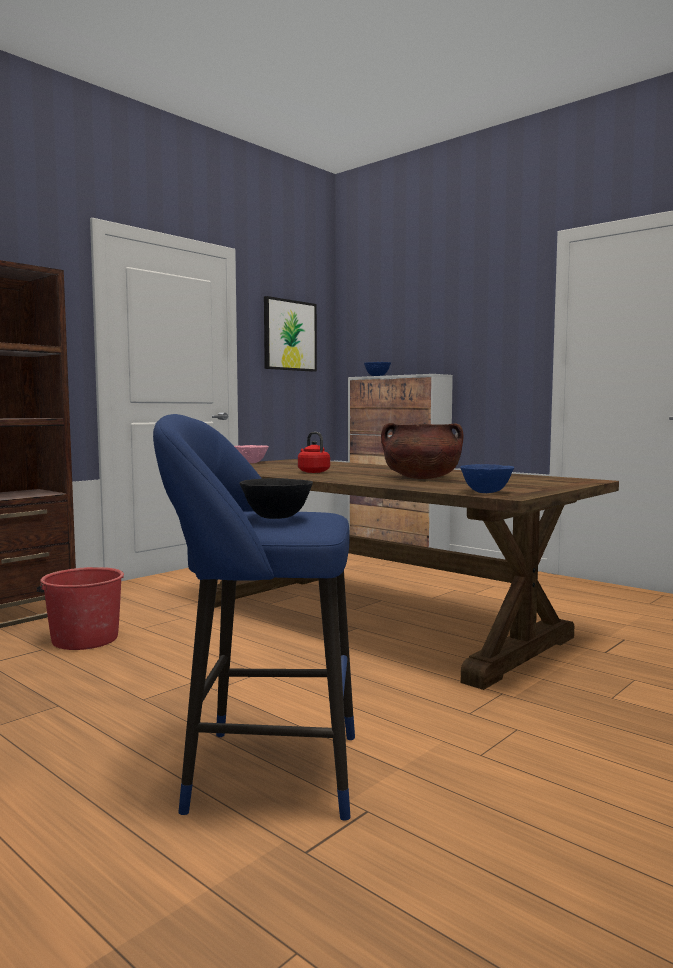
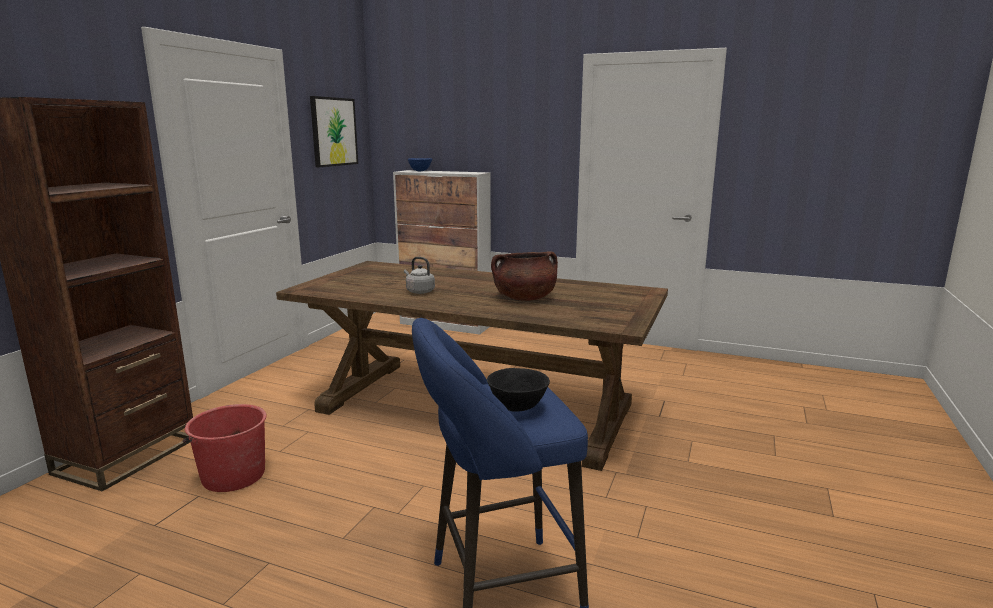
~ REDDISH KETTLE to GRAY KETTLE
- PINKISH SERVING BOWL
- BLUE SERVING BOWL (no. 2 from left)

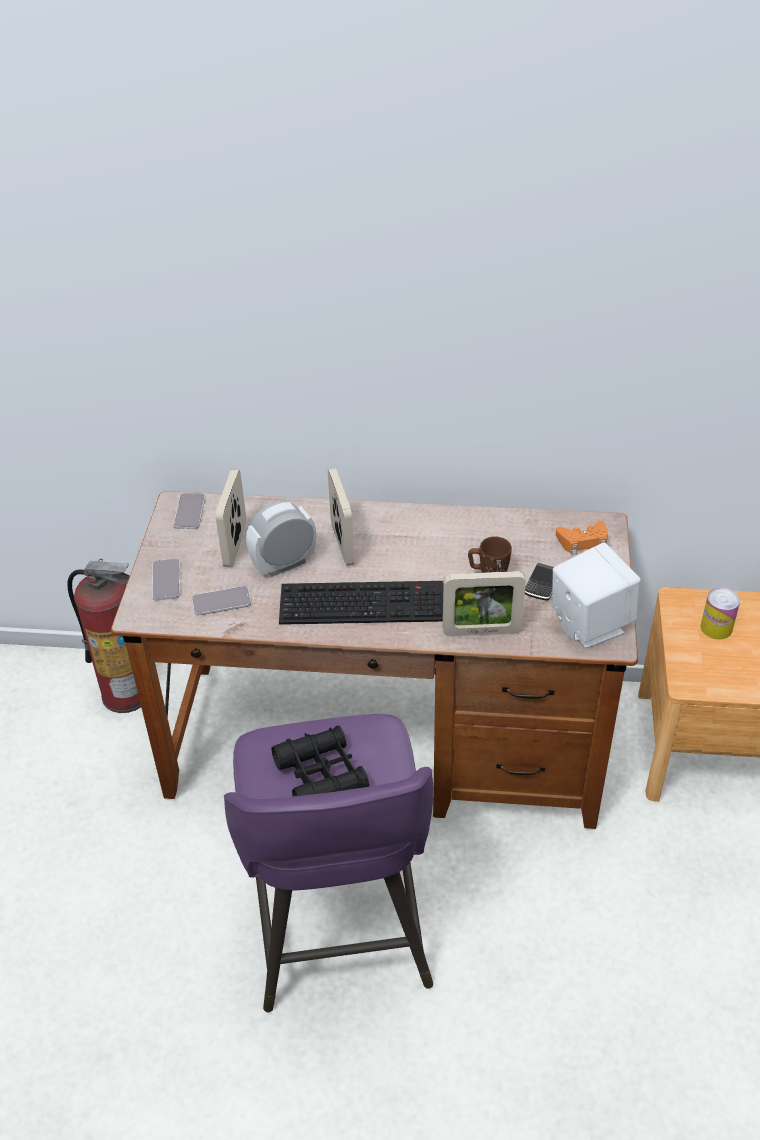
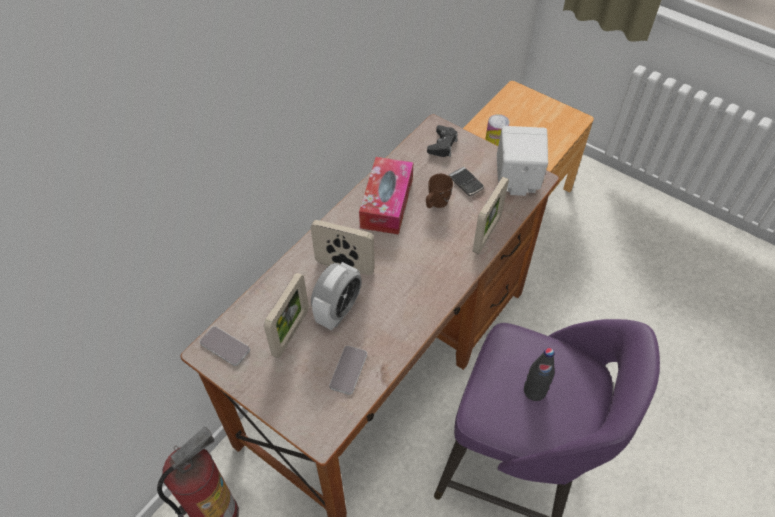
~ PICTURE FRAME (no. 1 from left) 105 degrees counterclockwise
~ TABLE CLOCK 150 degrees counterclockwise
+ TISSUE HOLDER
~ ORANGE-COLOURED GAME CONTROLLER to BLACK GAME CONTROLLER
~ BLACK BINOCULARS to BLACK BEVERAGE BOTTLE
- PHONE (no. 1 from left)
- PC KEYBOARD

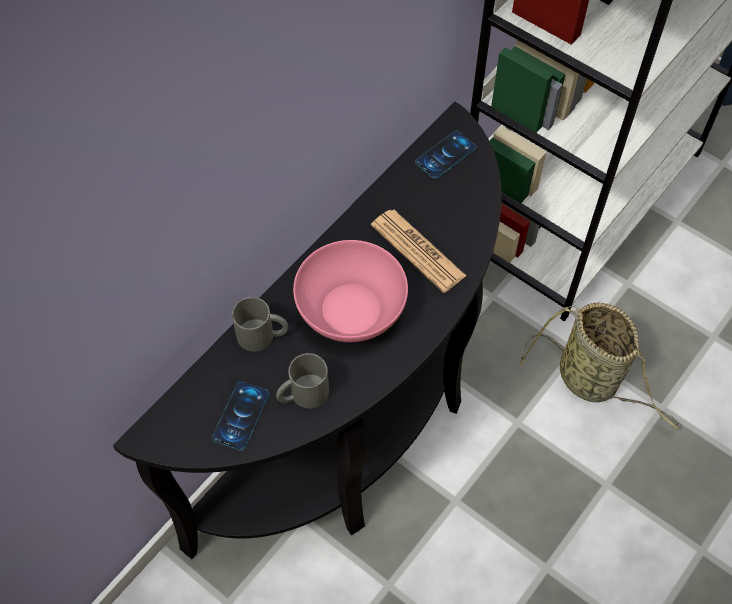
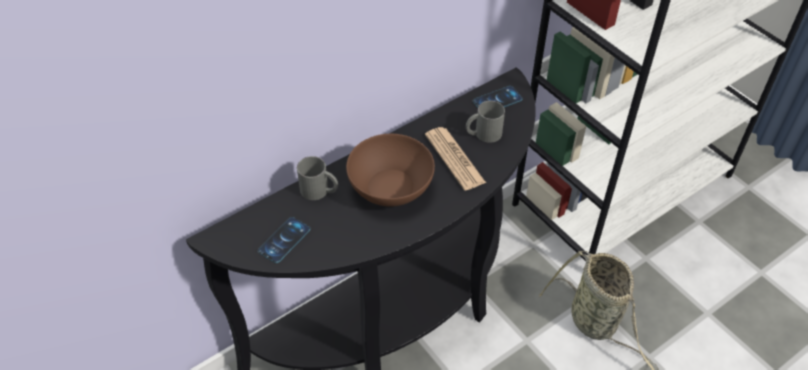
~ PINKISH SERVING BOWL to BROWNISH SERVING BOWL
~ GRAY TEA MUG (no. 2 from left)

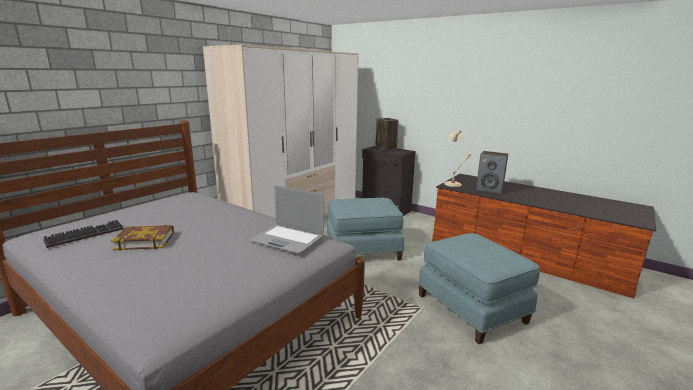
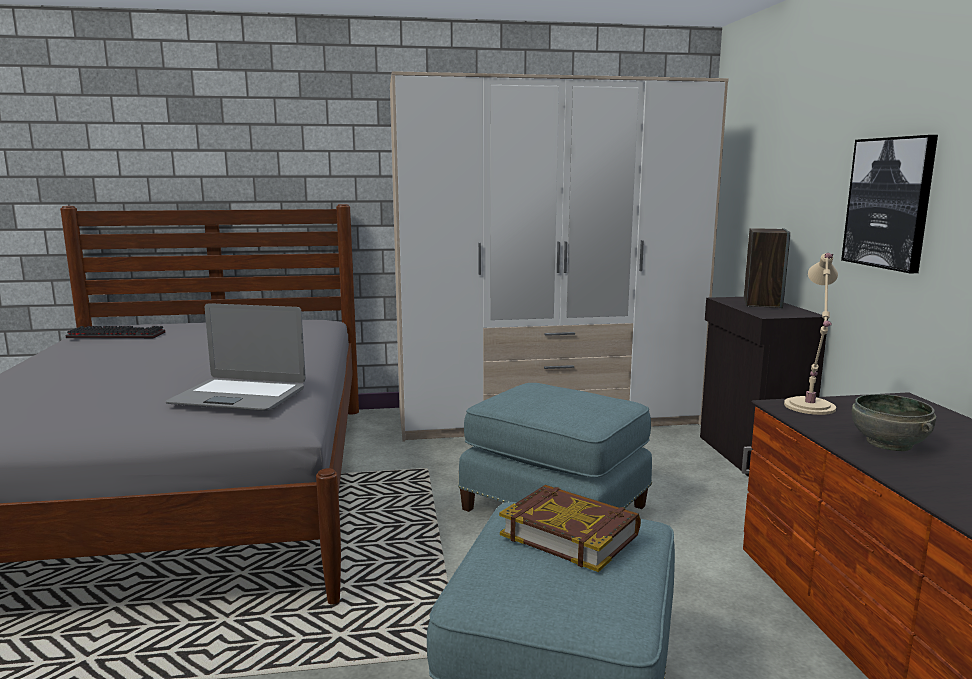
~ NOTEBOOK COMPUTER 60 degrees counterclockwise
~ BOOK
+ WALL PICTURE
~ LOUDSPEAKER (no. 2 from left) to GRAY SERVING BOWL

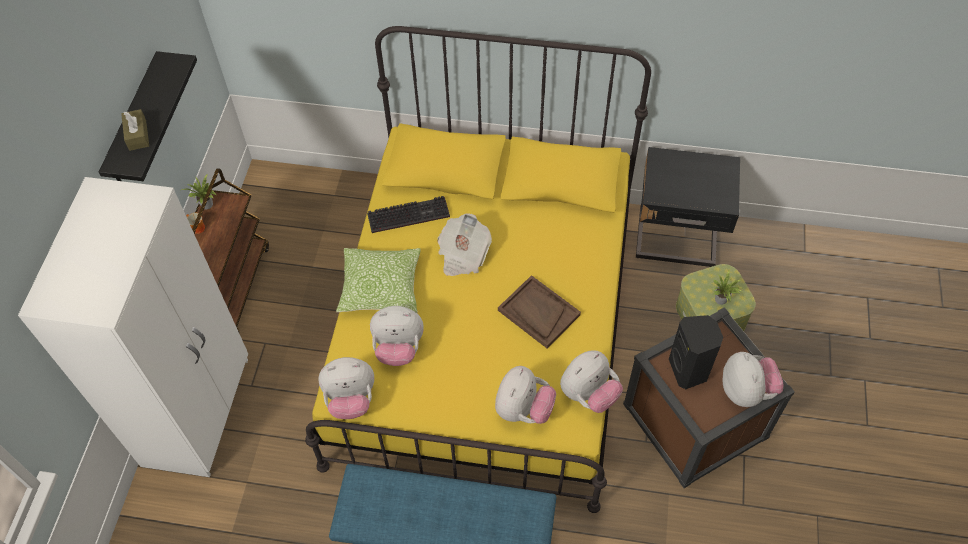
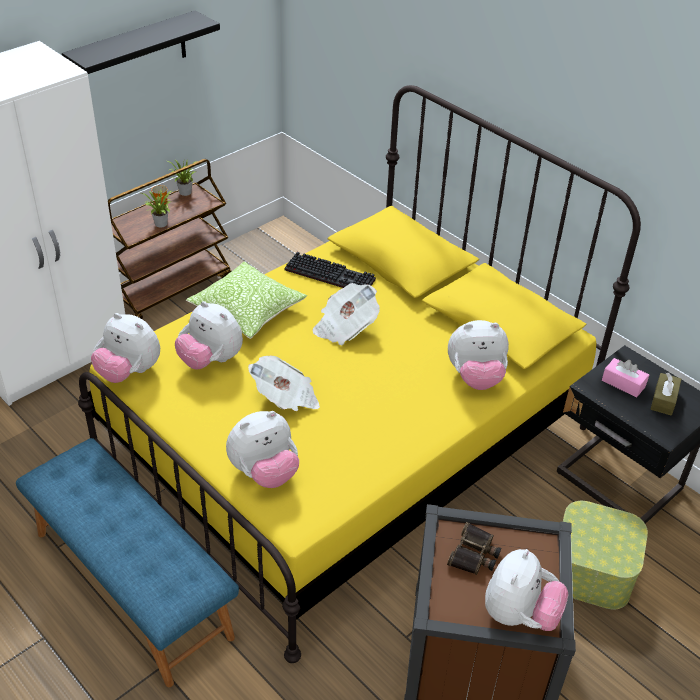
~ PLANT IN A POT (no. 2 from left in the first image) to PLANT IN A POT (no. 1 from left)
+ DAILY PAPER (no. 1 from left)
~ BLACK LOUDSPEAKER to BINOCULARS
~ CUDDLY TOY (no. 4 from left)
+ PINKISH TISSUE HOLDER
~ BROWNISH TISSUE HOLDER
- BROWNISH CARRYING TRAY

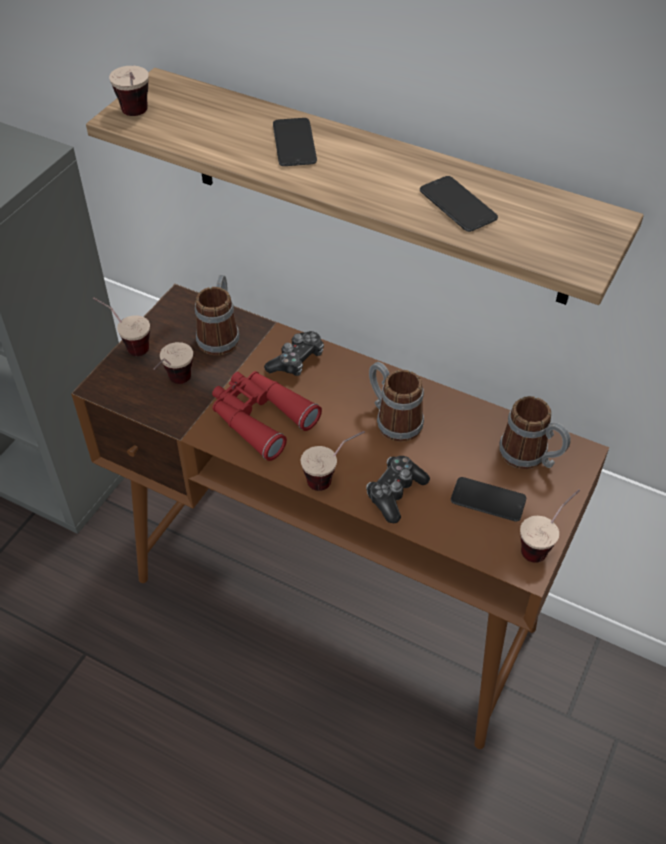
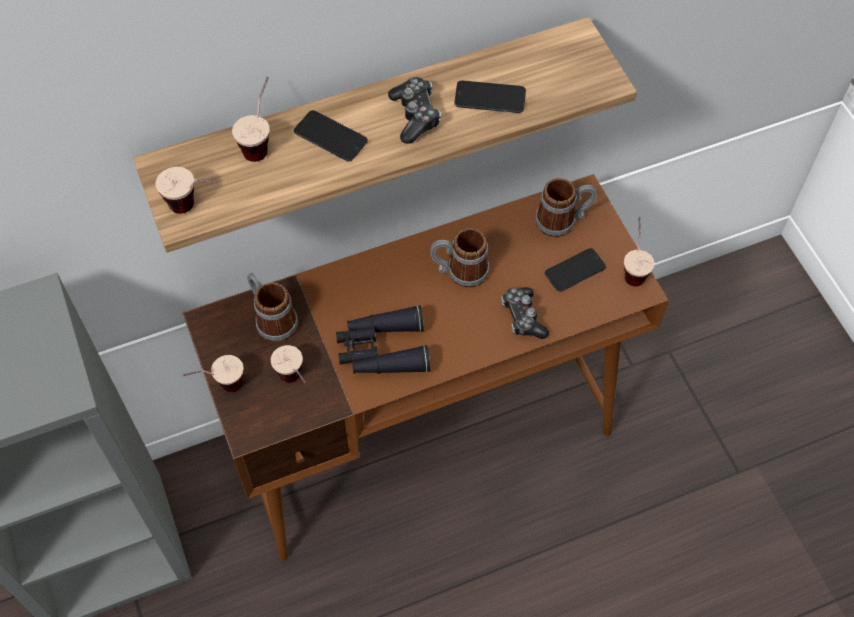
~ CUP (no. 4 from left in the first image) to CUP (no. 3 from left)
~ REDDISH BINOCULARS to BLACK BINOCULARS
~ GAME CONTROLLER (no. 1 from left)

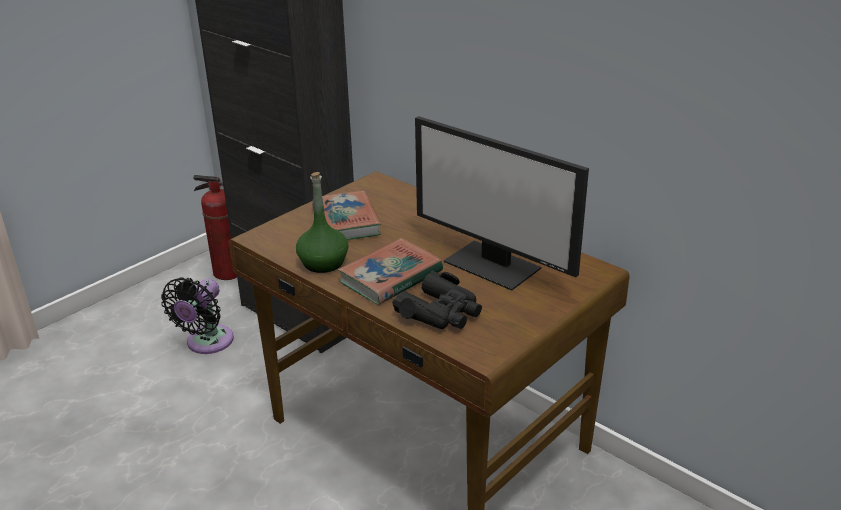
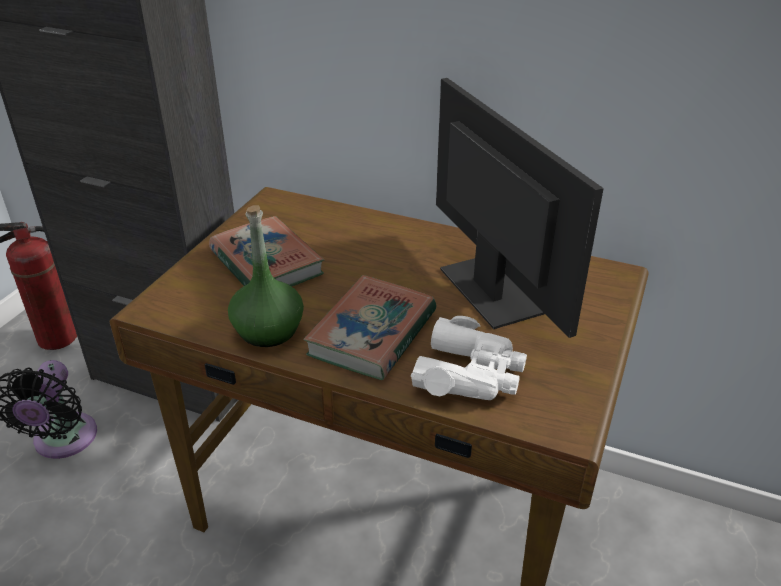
~ BLACK BINOCULARS to WHITE BINOCULARS
~ COMPUTER DISPLAY 135 degrees counterclockwise

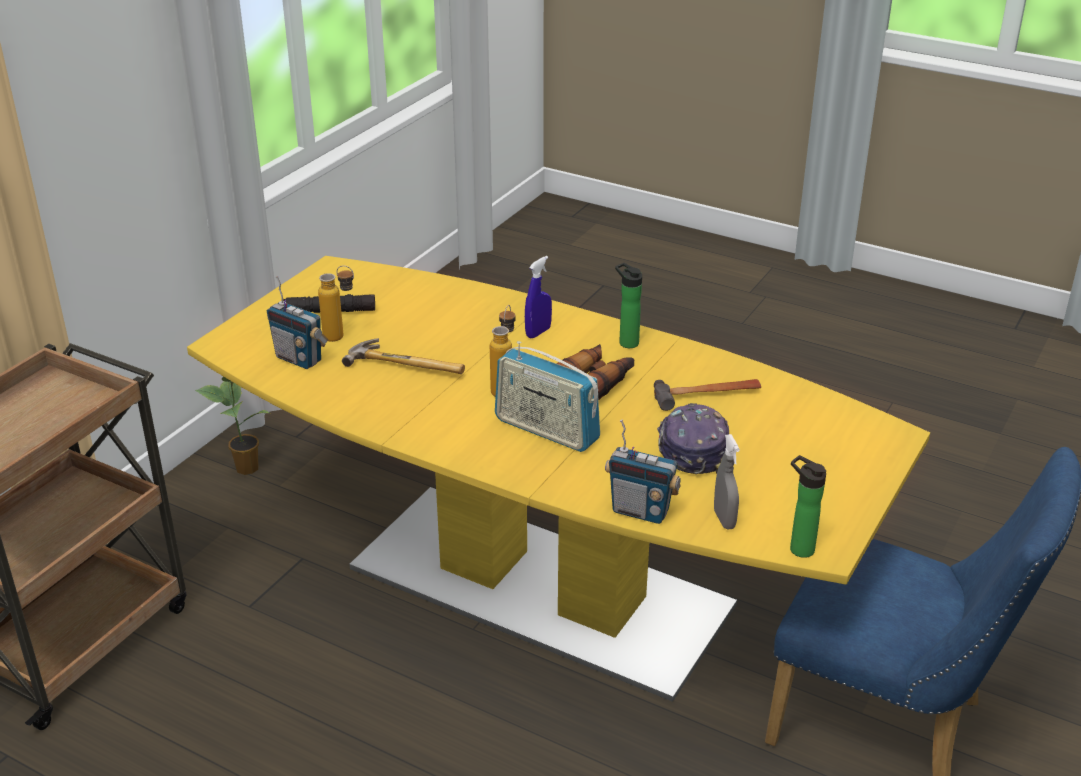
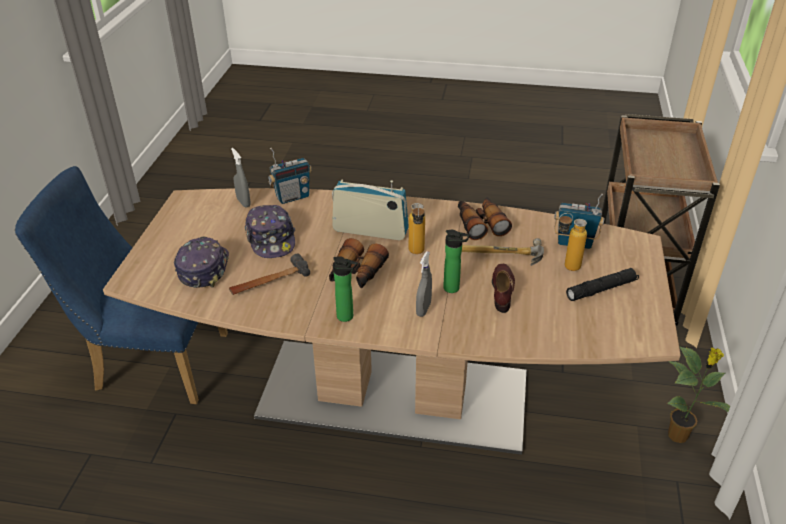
~ YELLOW KITCHEN TABLE to BROWNISH KITCHEN TABLE
+ CAP (no. 1 from left)
~ RADIO (no. 3 from left in the first image) 150 degrees clockwise
~ BLUE HAND SPRAYER to GRAY HAND SPRAYER (no. 2 from left)
~ BEVERAGE BOTTLE (no. 4 from left in the first image) to BEVERAGE BOTTLE (no. 3 from left)
+ BINOCULARS (no. 2 from left)
+ BROWNISH ITEM OF FOOTWEAR

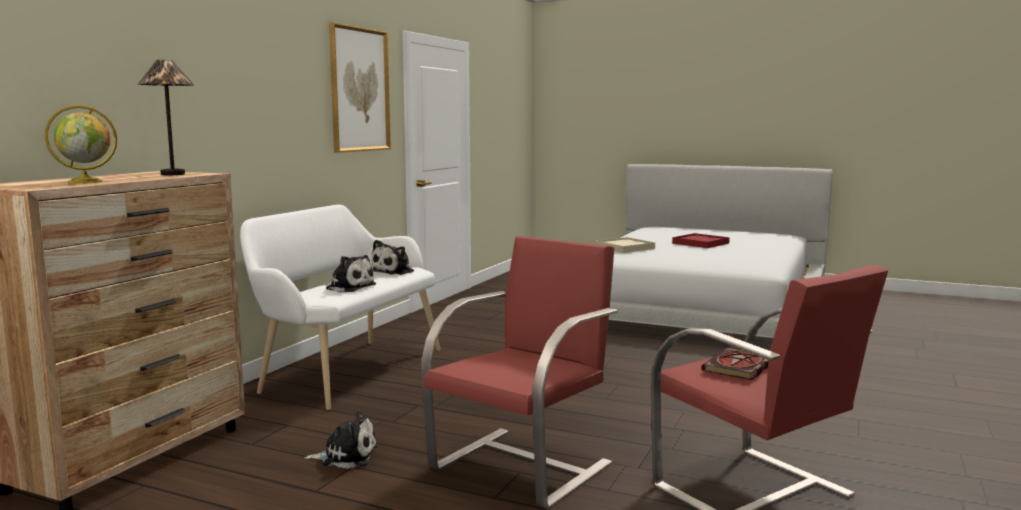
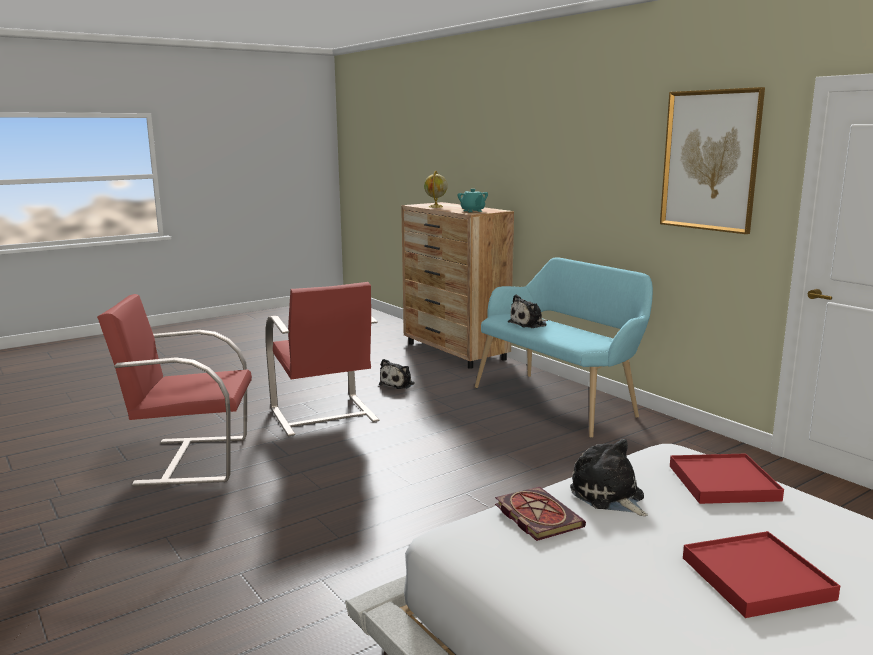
~ TABLETOP LAMP to TURQUOISE POT FOR TEA
~ WHITE INDOOR BENCH to TURQUOISE INDOOR BENCH
~ BOOK
~ CUDDLY TOY (no. 3 from left)
~ BEIGE-COLOURED CARRYING TRAY to REDDISH CARRYING TRAY (no. 1 from left)

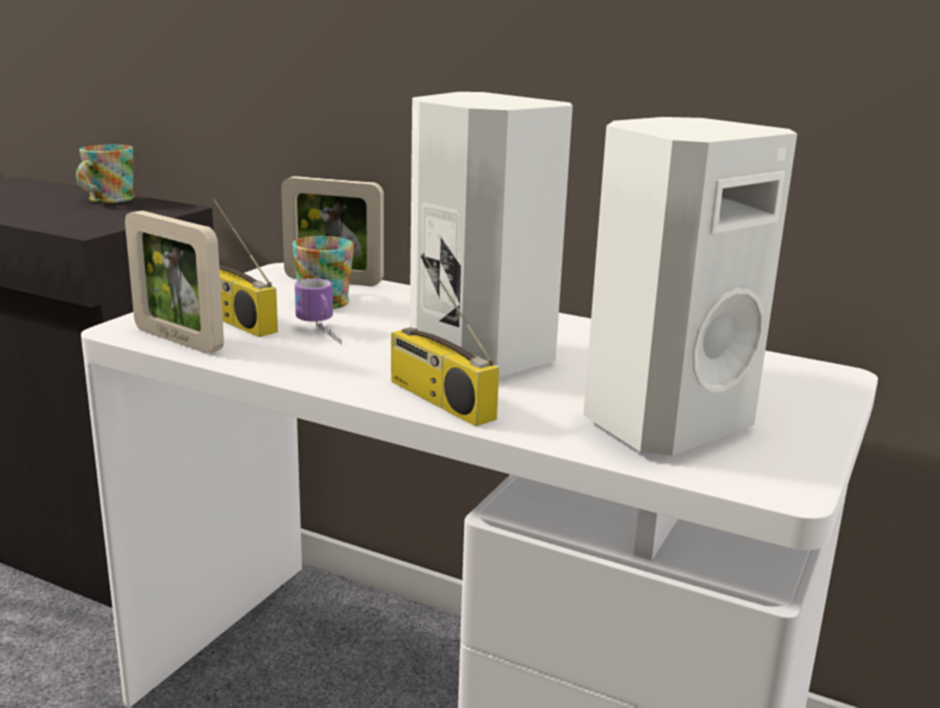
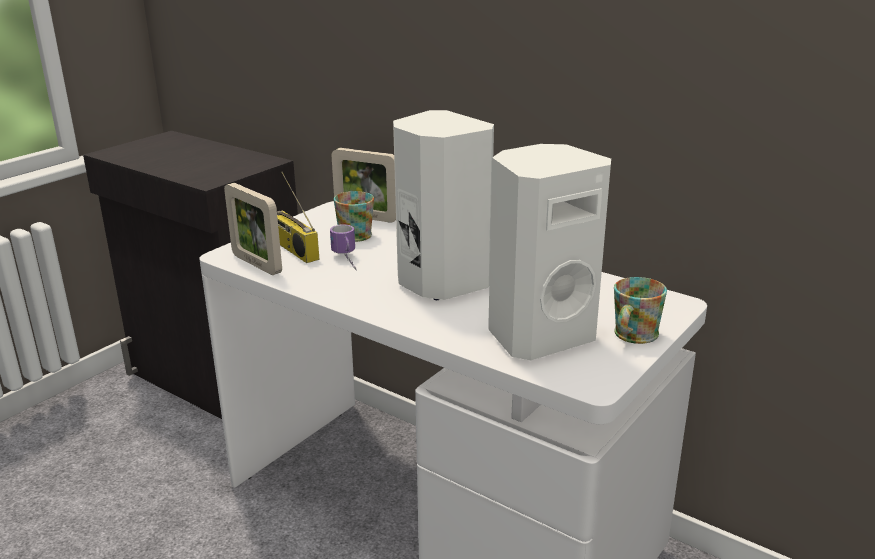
~ TEA MUG (no. 1 from left in the first image) to TEA MUG (no. 3 from left)
- RADIO (no. 2 from left)

